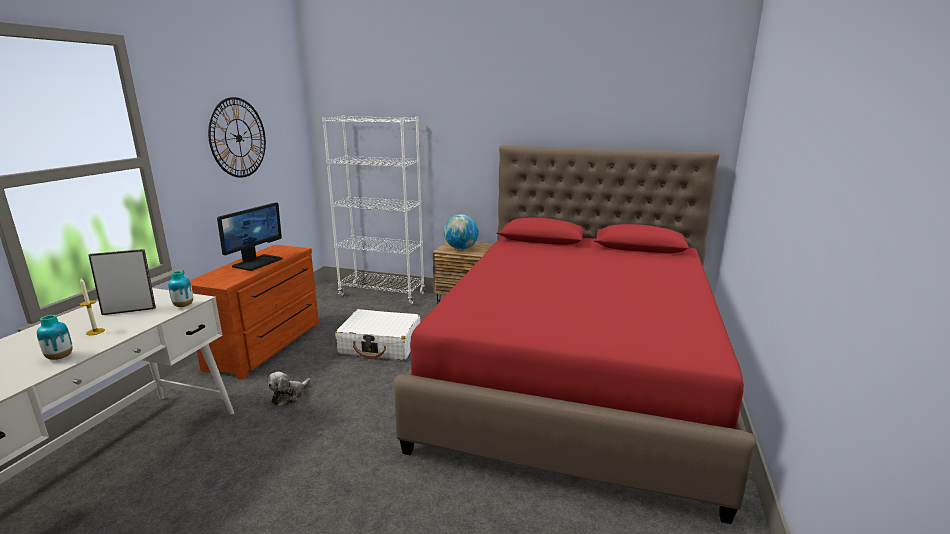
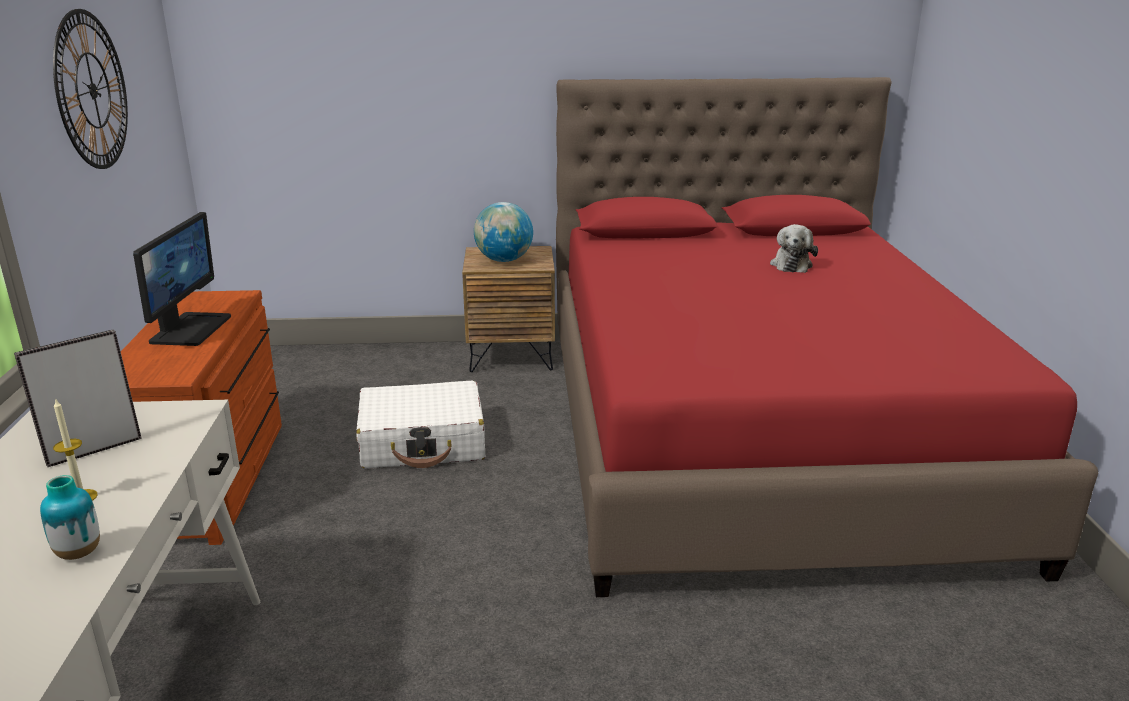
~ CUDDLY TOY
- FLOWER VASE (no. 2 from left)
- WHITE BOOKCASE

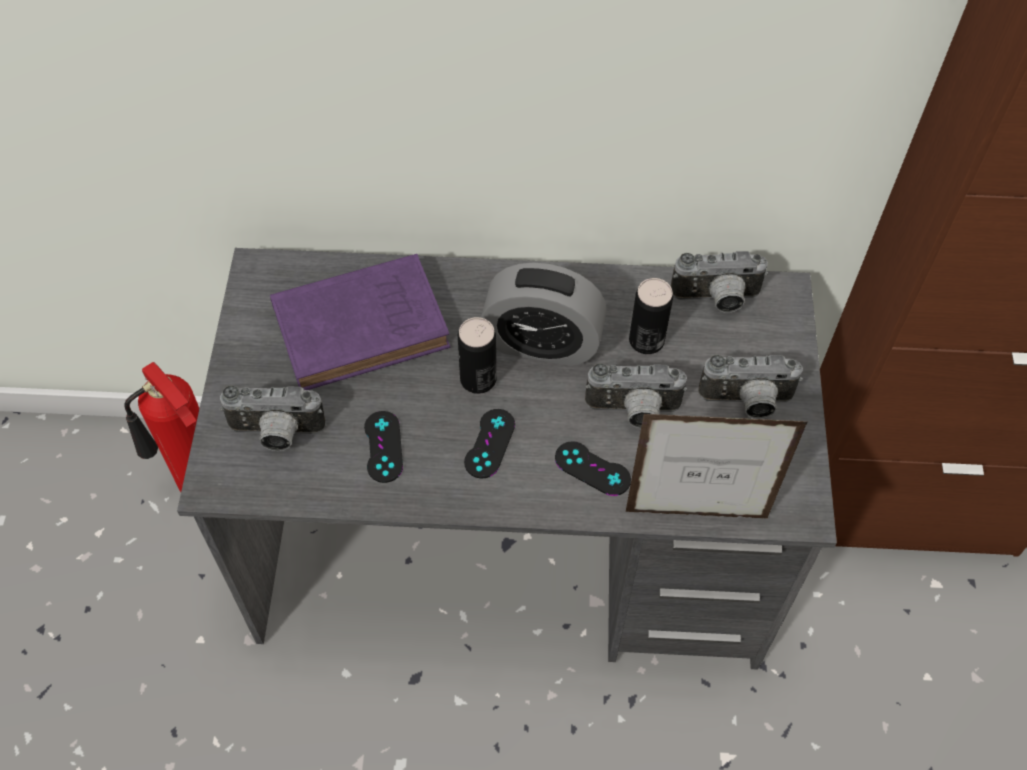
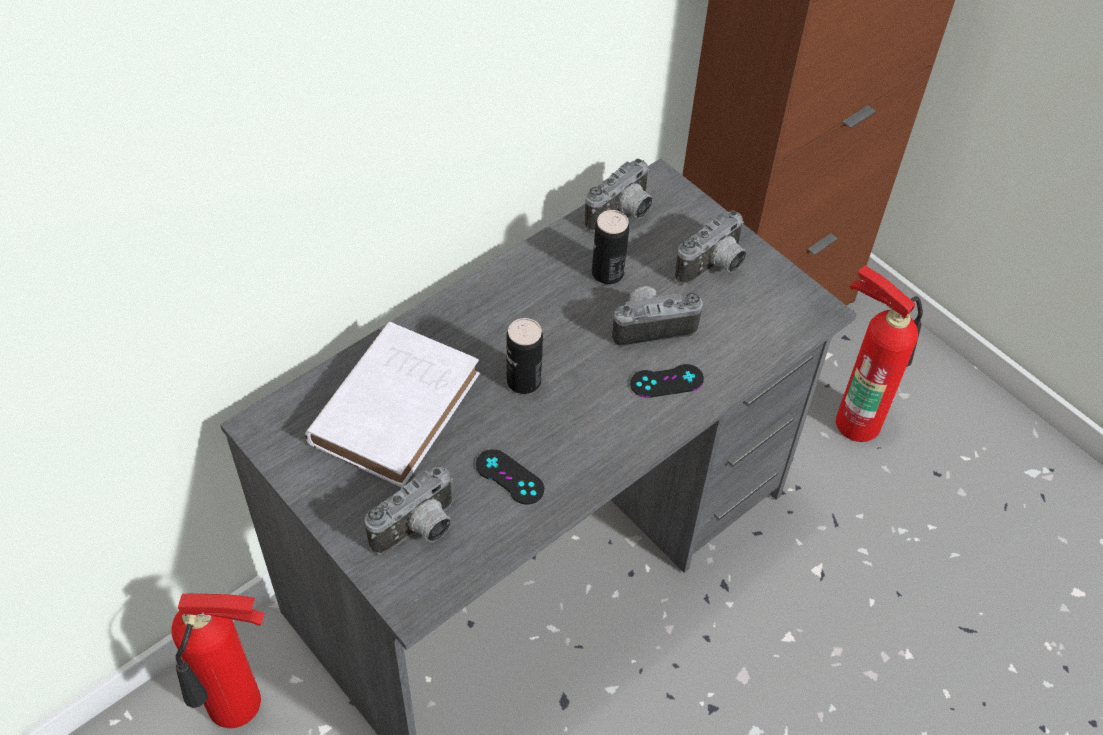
~ PURPLISH BOOK to WHITE BOOK
~ STILL CAMERA (no. 2 from left in the first image) 150 degrees counterclockwise
+ FIRE-FIGHTING CYLINDER (no. 2 from left)
- BLACK GAME CONTROLLER (no. 2 from left)
- TABLE CLOCK
- PICTURE FRAME

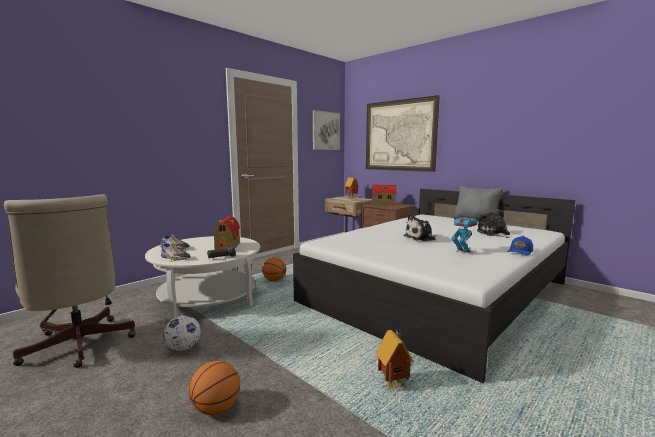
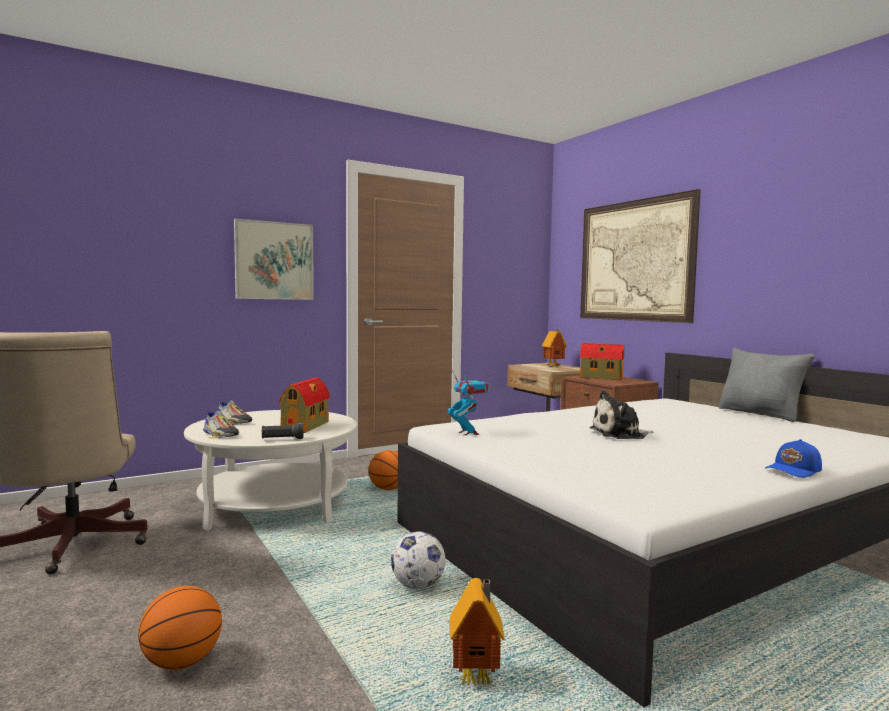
~ WALL PICTURE (no. 1 from left)
~ BALL FOR FOOTBALL
~ MODEL ROBOT
- CUDDLY TOY (no. 2 from left)

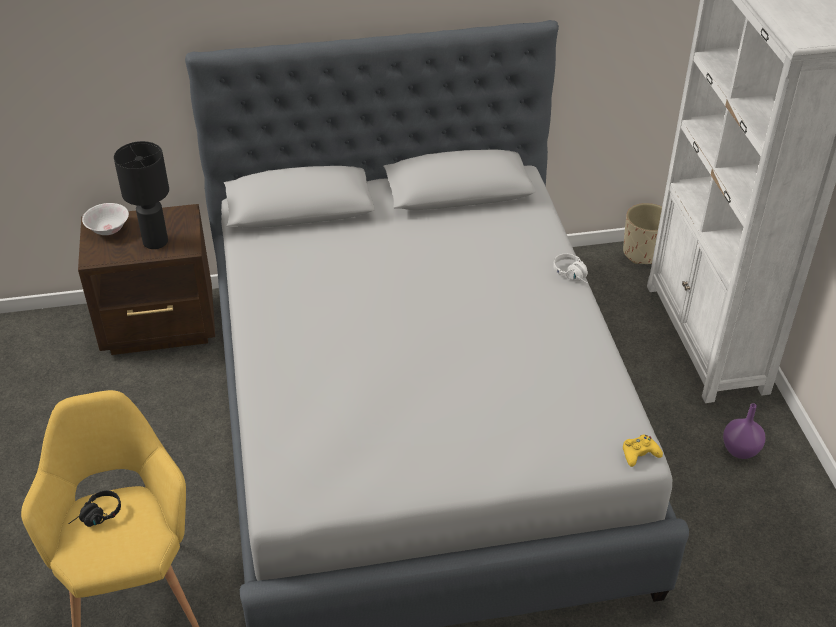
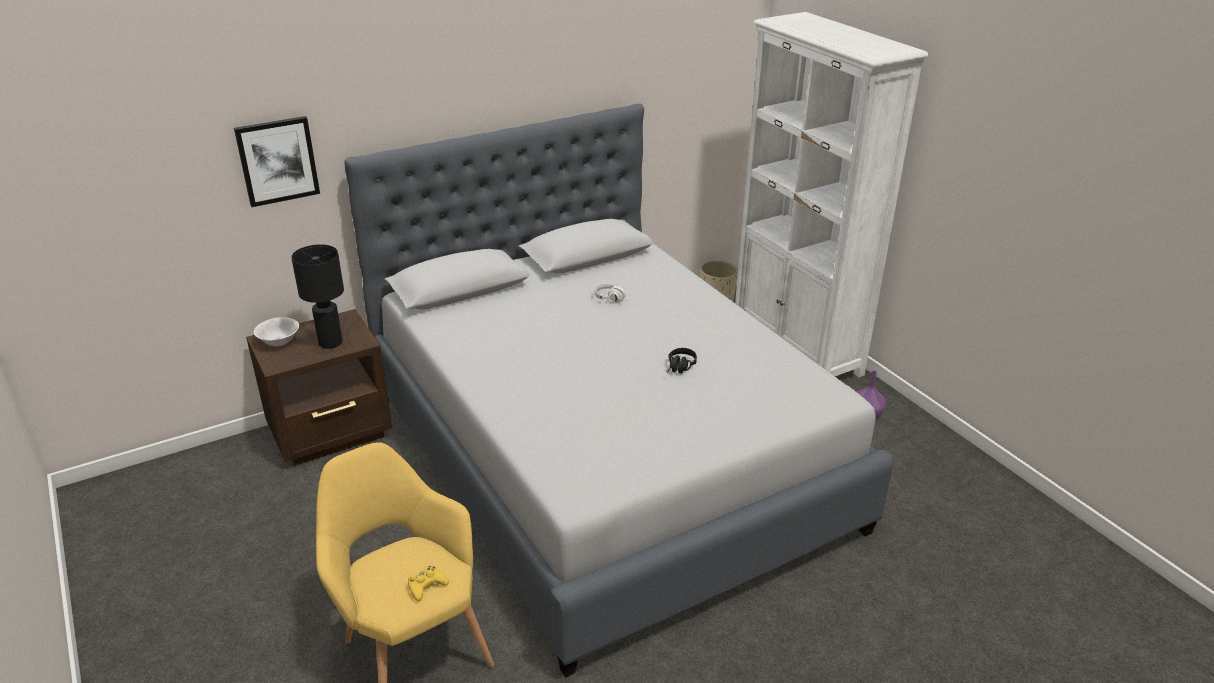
+ WALL PICTURE
~ YELLOW GAME CONTROLLER
~ WHITE HEADPHONES
~ BLACK HEADPHONES

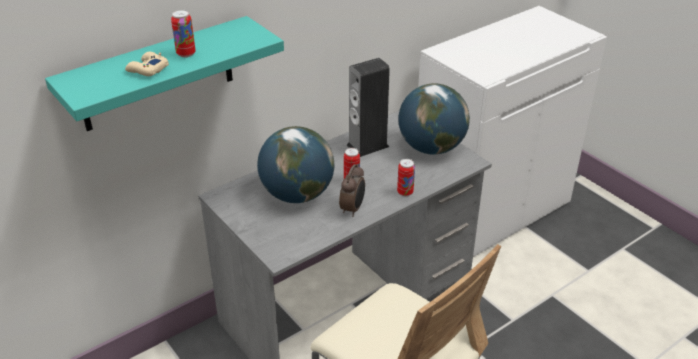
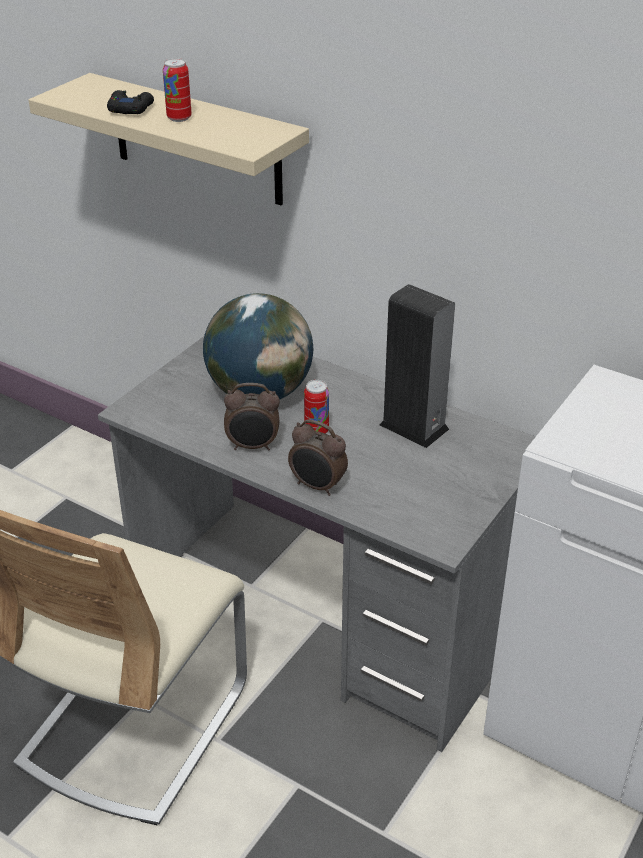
~ TURQUOISE BRACKET SHELF to BEIGE-COLOURED BRACKET SHELF
~ BEIGE-COLOURED GAME CONTROLLER to BLACK GAME CONTROLLER
~ METAL CAN (no. 3 from left) to TABLE CLOCK (no. 2 from left)
- DESK GLOBE (no. 2 from left)

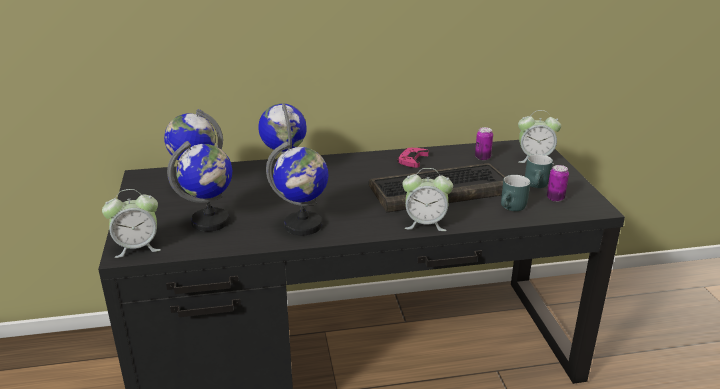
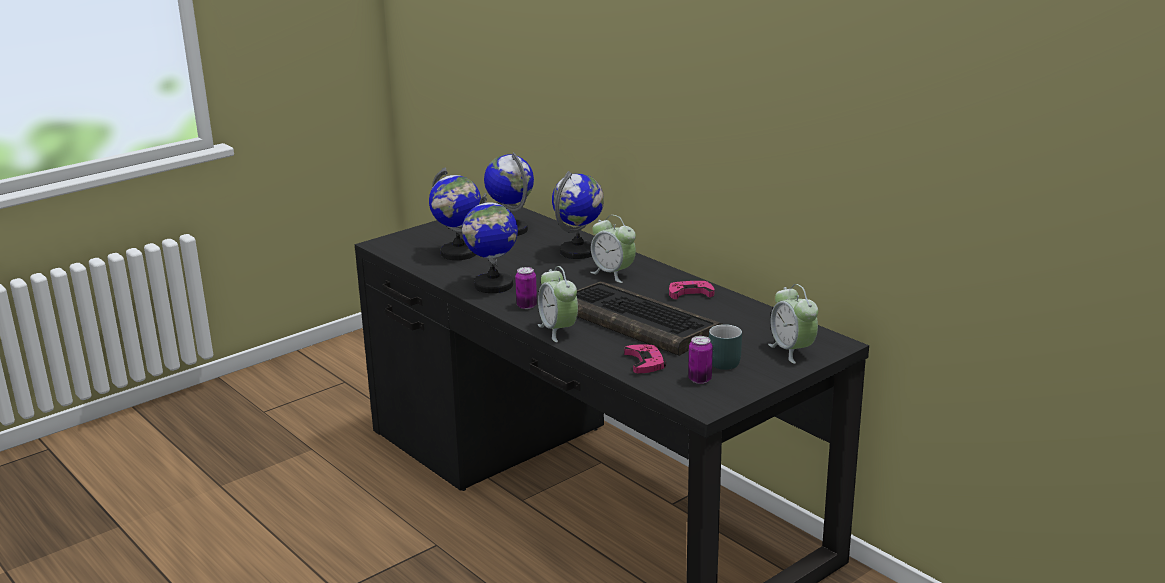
~ METAL CAN (no. 1 from left)
~ TABLE CLOCK (no. 1 from left in the first image) to TABLE CLOCK (no. 2 from left)
~ TURQUOISE TEA MUG (no. 1 from left) to PINKISH GAME CONTROLLER (no. 1 from left)

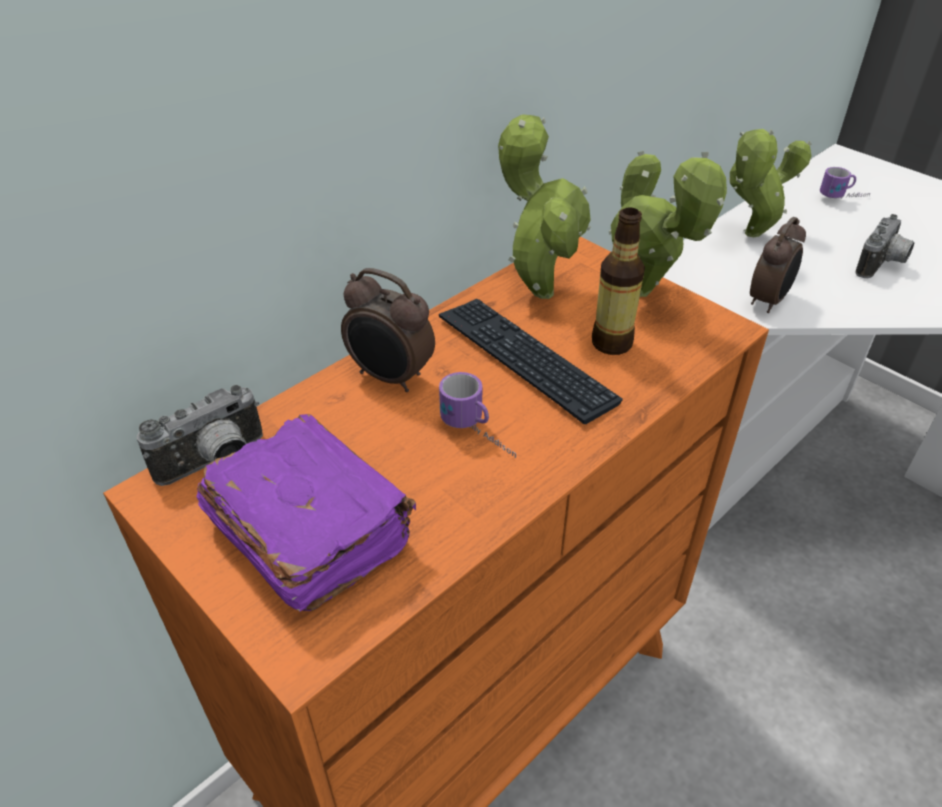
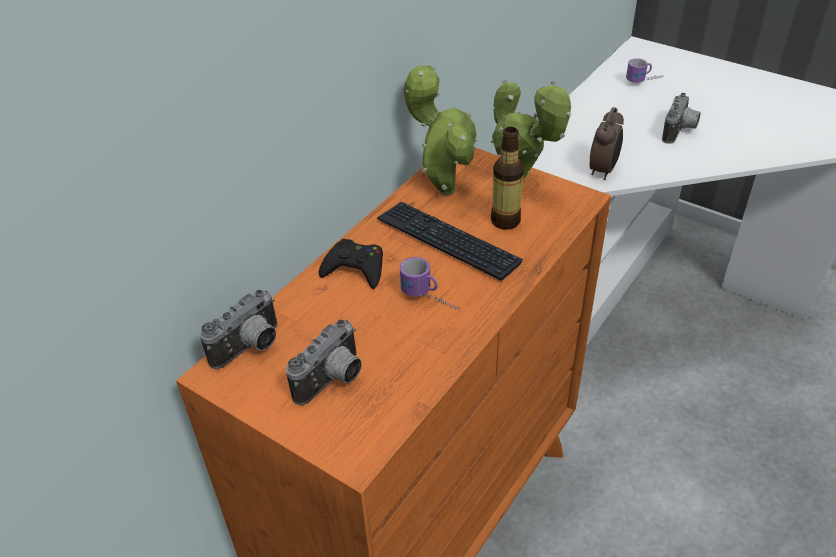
~ PURPLISH BOOK to STILL CAMERA (no. 2 from left)
~ TABLE CLOCK (no. 1 from left) to BLACK GAME CONTROLLER
- PLANT IN A POT (no. 3 from left)

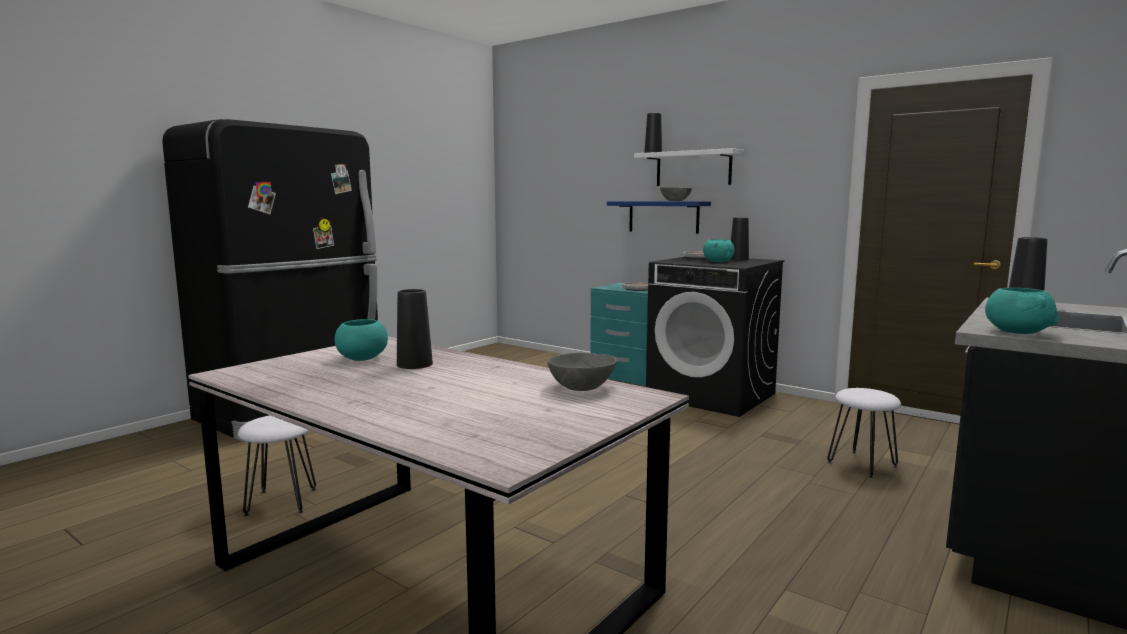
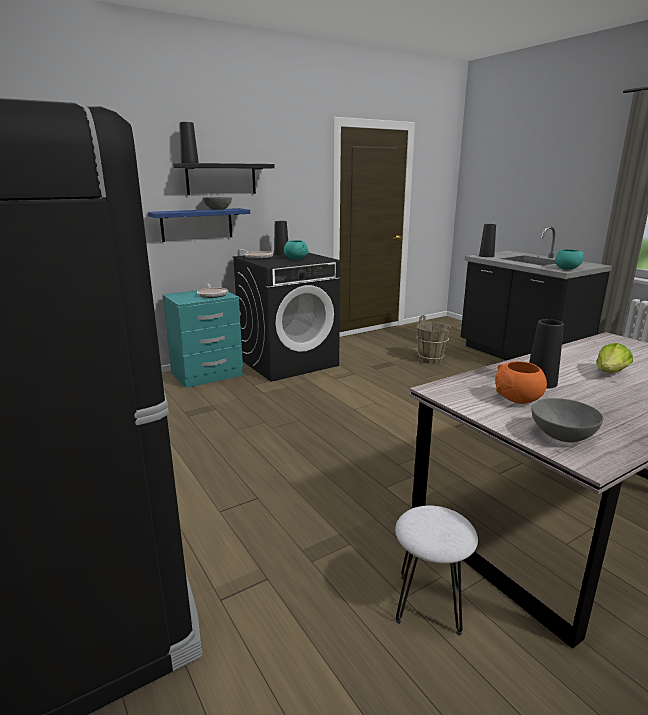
~ WHITE BRACKET SHELF to BLACK BRACKET SHELF
~ WHITE SITTING STOOL (no. 2 from left) to BROWNISH WATER BUCKET
~ TURQUOISE SERVING BOWL (no. 1 from left) to ORANGE-COLOURED SERVING BOWL
~ GRAY SERVING BOWL (no. 1 from left in the first image) to GRAY SERVING BOWL (no. 2 from left)
+ HEAD OF LETTUCE

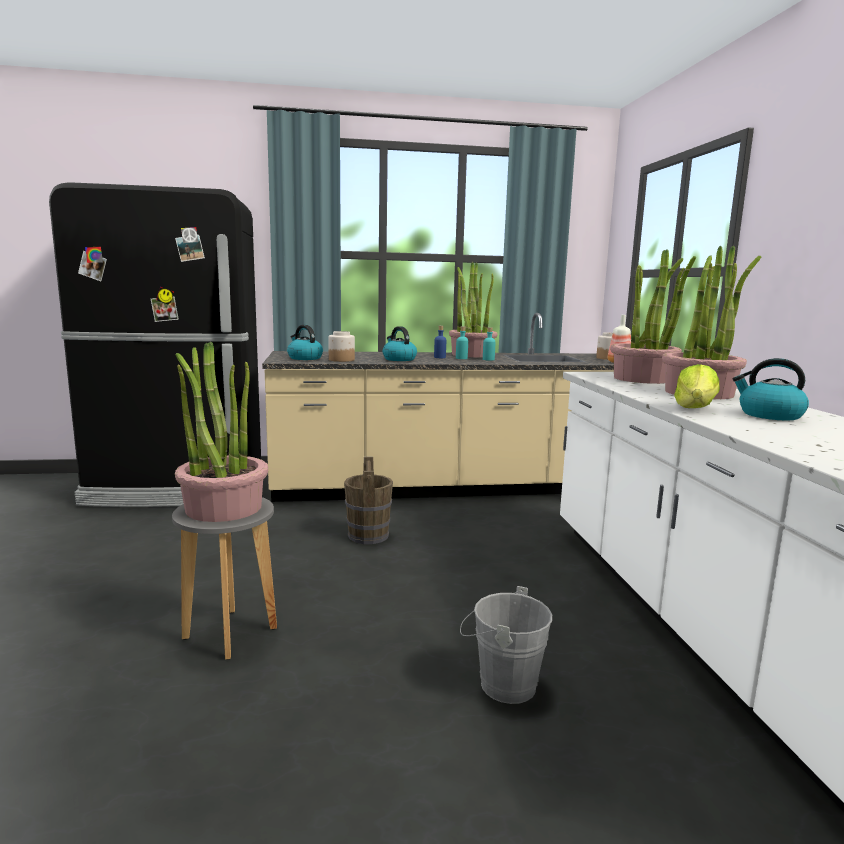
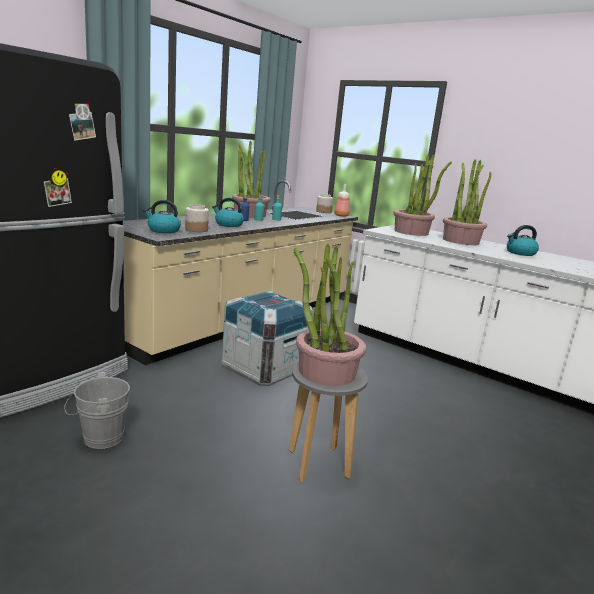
~ GRAY WATER BUCKET
~ BROWNISH WATER BUCKET to CRATE
- HEAD OF LETTUCE

